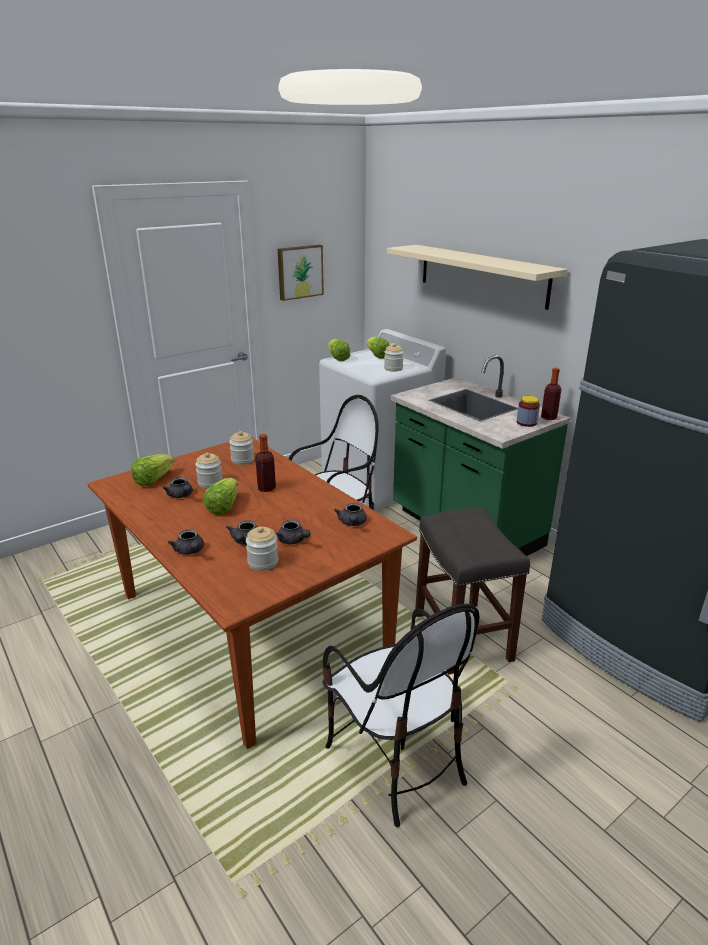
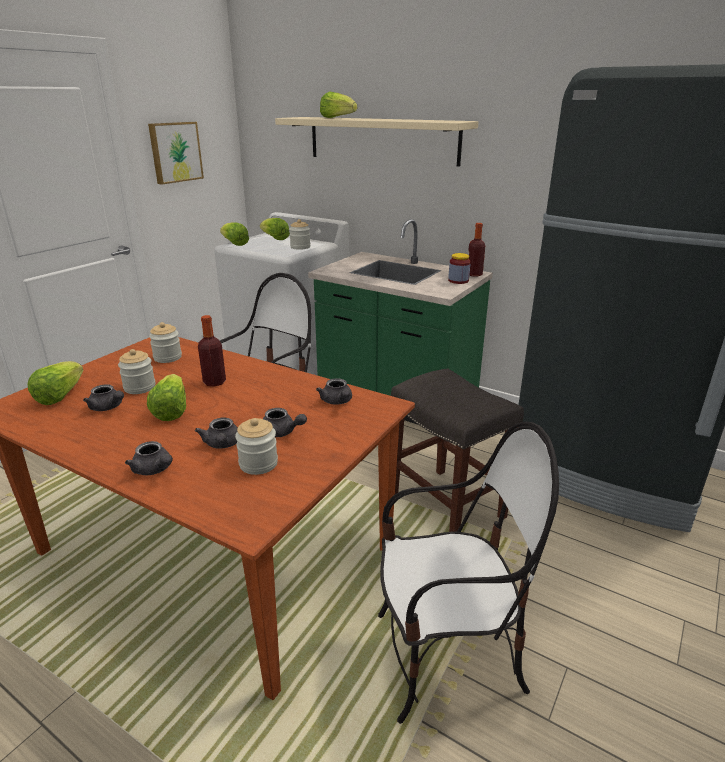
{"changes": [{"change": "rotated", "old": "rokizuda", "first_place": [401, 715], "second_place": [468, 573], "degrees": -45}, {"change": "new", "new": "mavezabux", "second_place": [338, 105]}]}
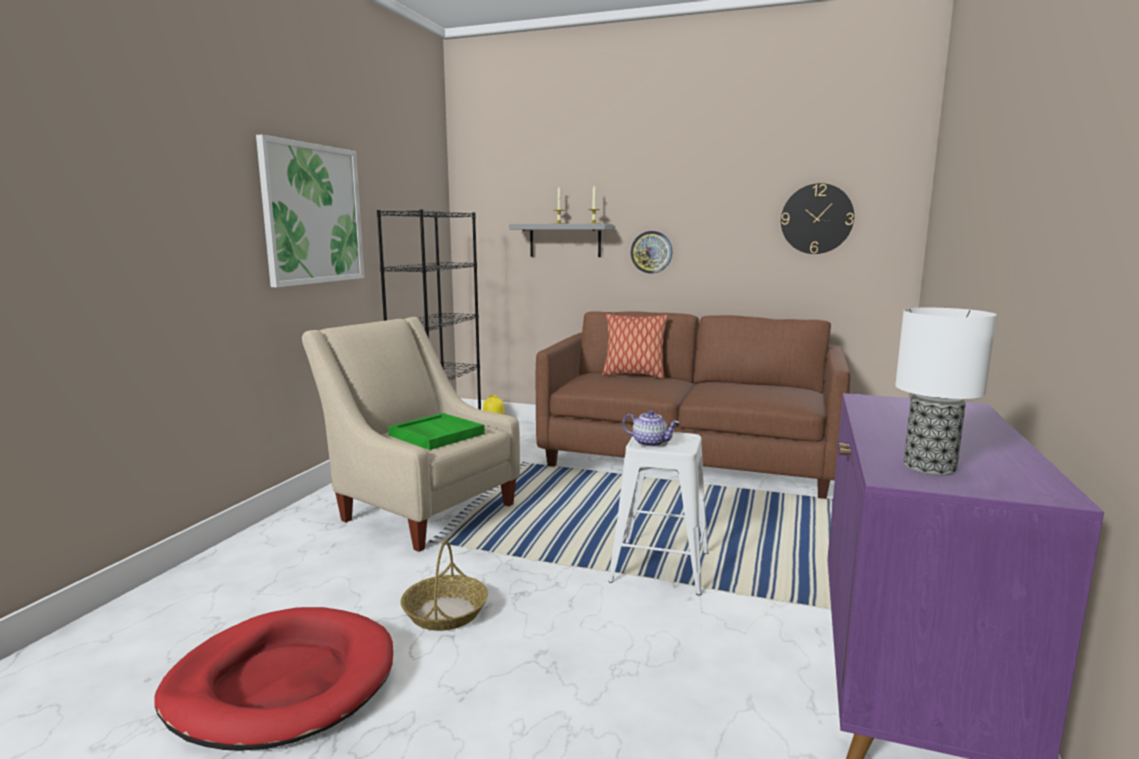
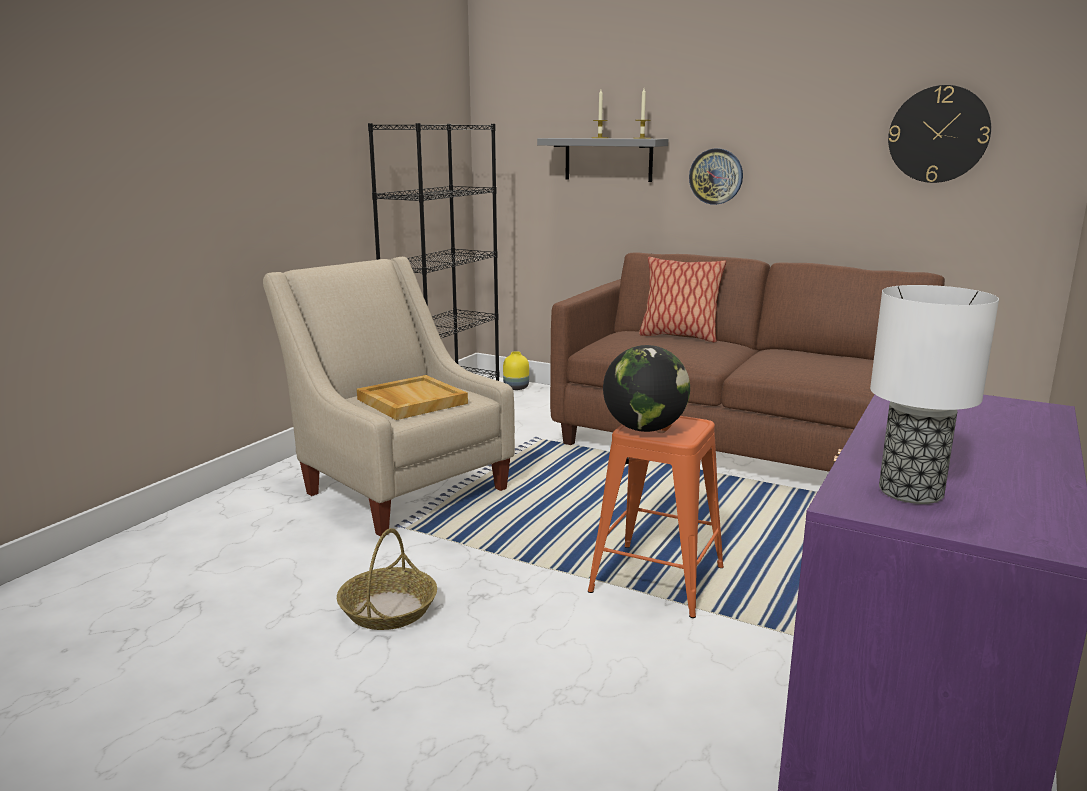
{"changes": [{"change": "gone", "old": "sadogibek", "first_place": [310, 211]}, {"change": "swapped", "old": "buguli", "new": "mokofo", "first_place": [651, 428], "second_place": [646, 388]}, {"change": "repainted", "old": "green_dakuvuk", "new": "beige_dakuvuk", "first_place": [436, 431], "second_place": [412, 397]}, {"change": "repainted", "old": "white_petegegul", "new": "orange_petegegul", "first_place": [658, 513], "second_place": [656, 517]}, {"change": "gone", "old": "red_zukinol", "first_place": [273, 679]}]}
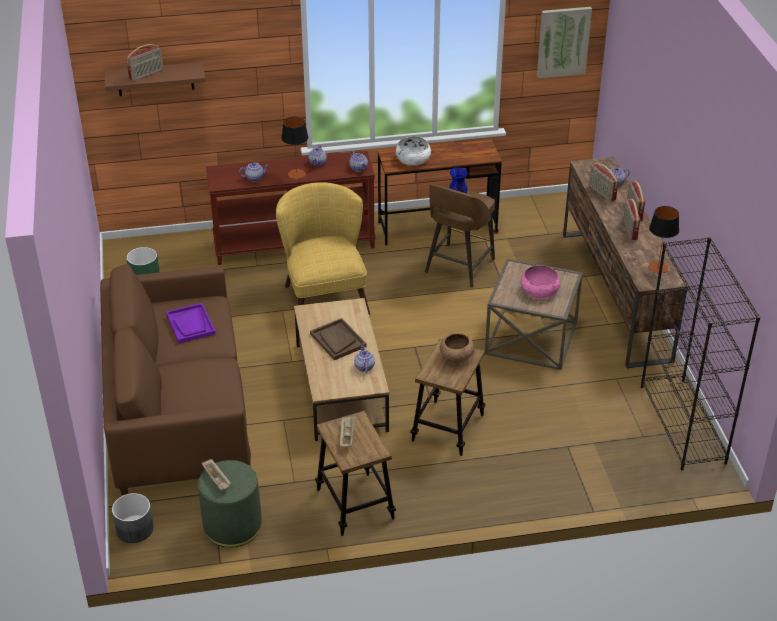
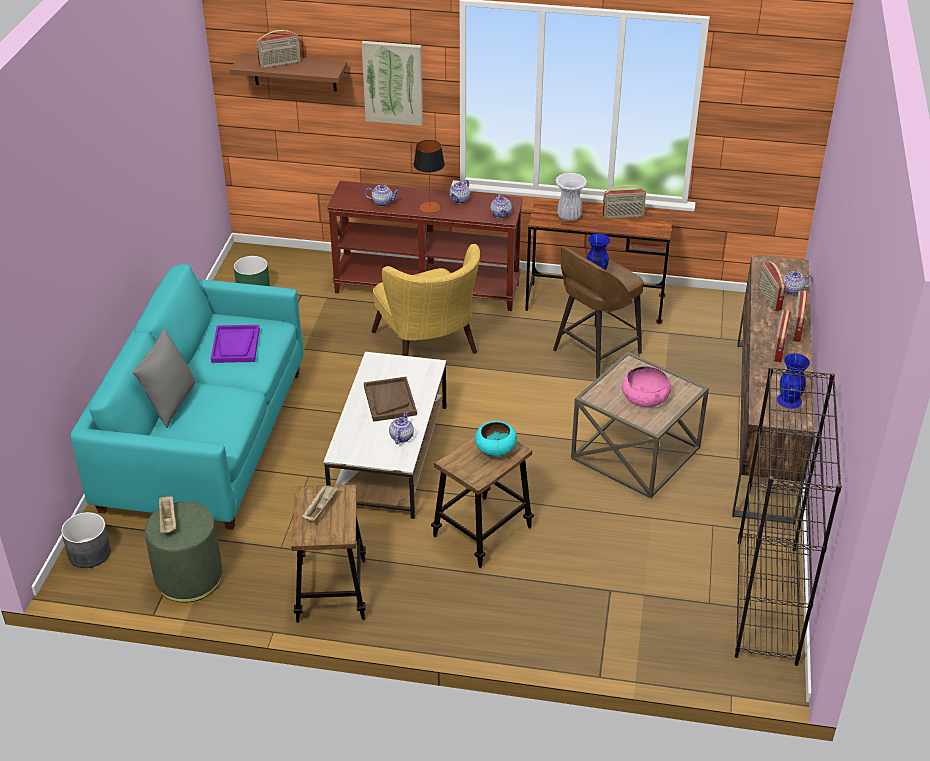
{"changes": [{"change": "shifted", "old": "sadogibek", "first_place": [564, 42], "second_place": [392, 83]}, {"change": "swapped", "old": "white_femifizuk", "new": "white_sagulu", "first_place": [413, 150], "second_place": [571, 197]}, {"change": "rotated", "old": "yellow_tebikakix", "first_place": [323, 248], "second_place": [425, 300], "degrees": 150}, {"change": "swapped", "old": "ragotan", "new": "blue_sagulu", "first_place": [663, 239], "second_place": [793, 381]}, {"change": "repainted", "old": "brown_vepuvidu", "new": "turquoise_vepuvidu", "first_place": [175, 379], "second_place": [187, 397]}, {"change": "repainted", "old": "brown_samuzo", "new": "white_samuzo", "first_place": [341, 369], "second_place": [385, 435]}, {"change": "repainted", "old": "brown_femifizuk", "new": "turquoise_femifizuk", "first_place": [457, 348], "second_place": [496, 439]}, {"change": "new", "new": "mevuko", "second_place": [624, 202]}, {"change": "new", "new": "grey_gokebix", "second_place": [163, 379]}]}
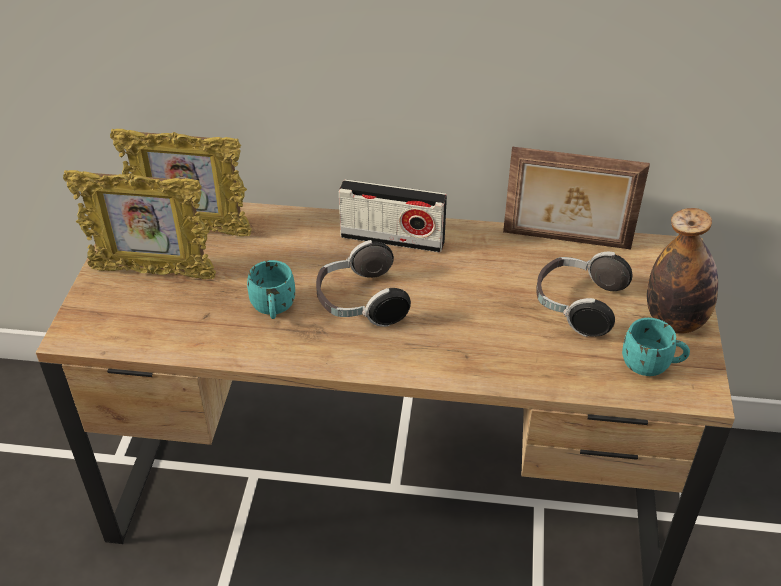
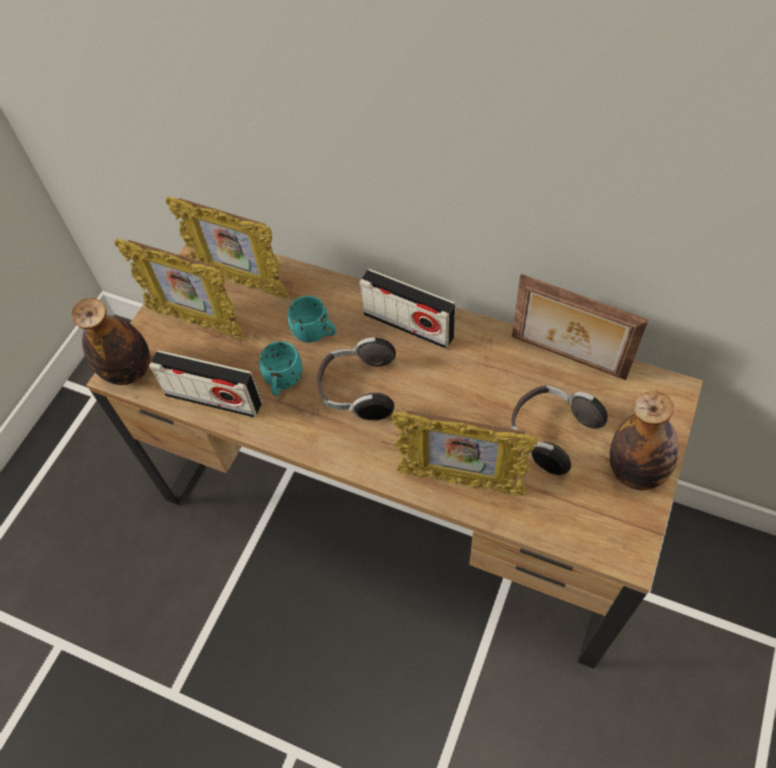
{"changes": [{"change": "shifted", "old": "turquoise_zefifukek", "first_place": [656, 347], "second_place": [312, 319]}, {"change": "new", "new": "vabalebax", "second_place": [111, 341]}, {"change": "new", "new": "mevuko", "second_place": [205, 384]}, {"change": "new", "new": "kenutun", "second_place": [465, 453]}]}
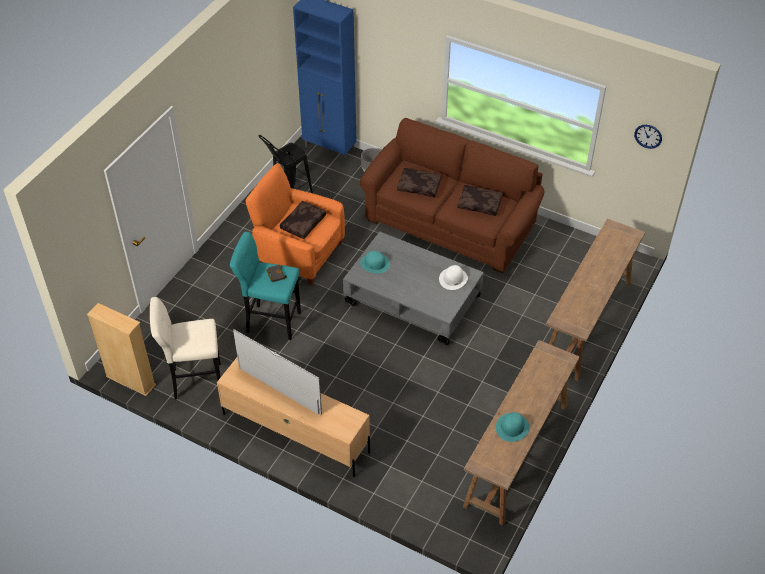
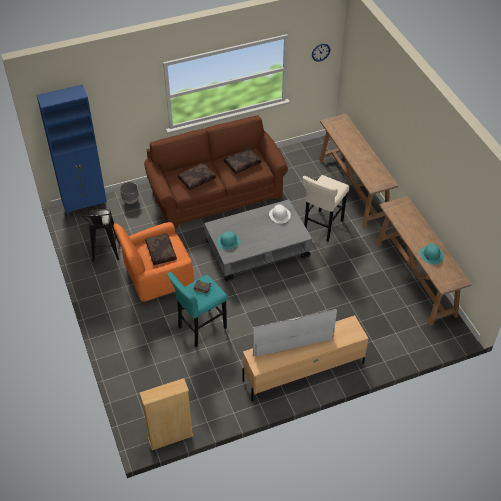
{"changes": [{"change": "shifted", "old": "beige_petegegul", "first_place": [185, 348], "second_place": [325, 208]}]}
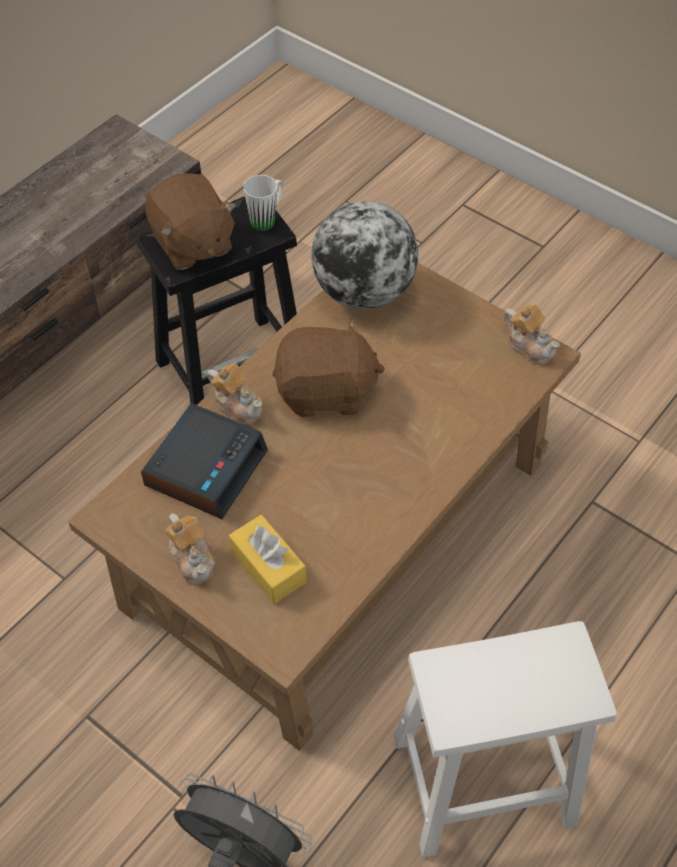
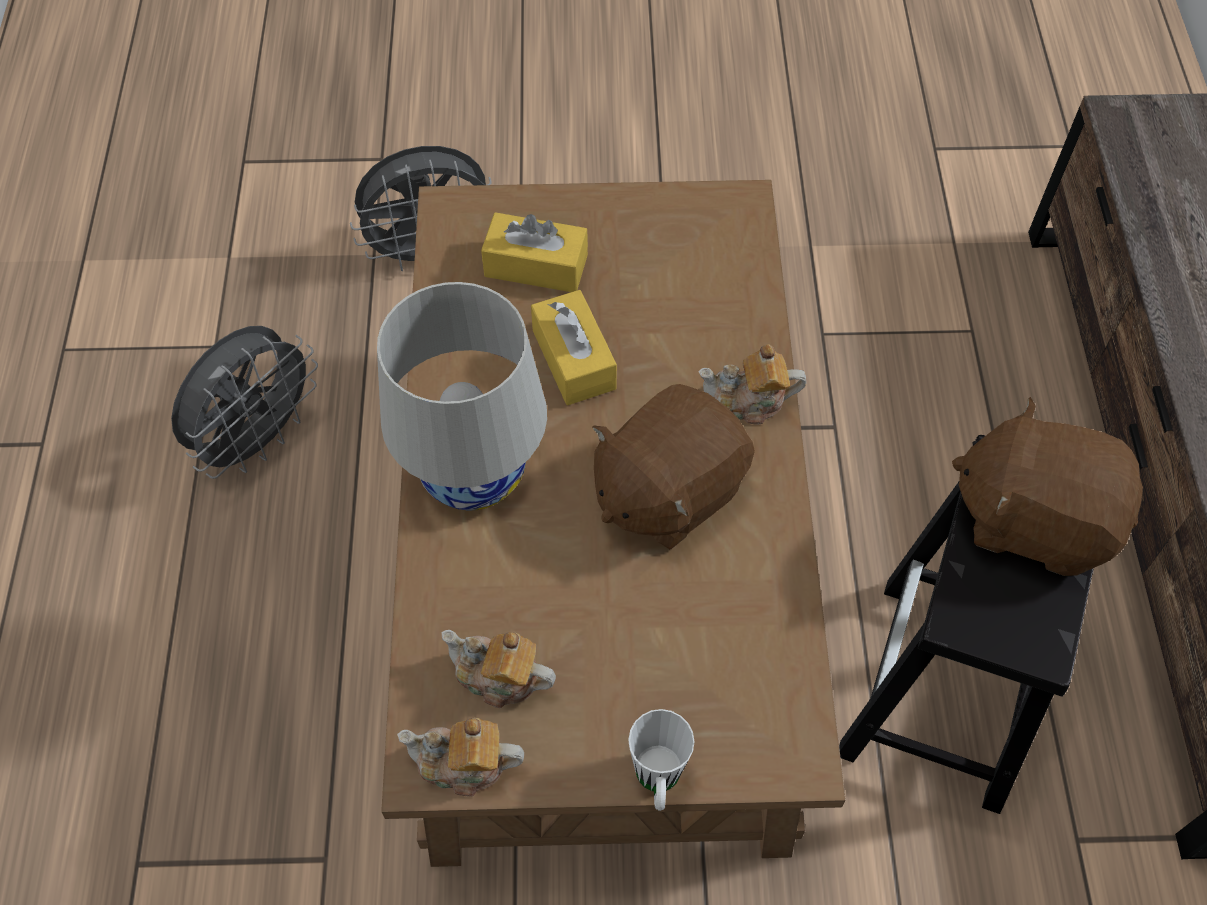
{"changes": [{"change": "shifted", "old": "white_zefifukek", "first_place": [263, 203], "second_place": [661, 760]}, {"change": "gone", "old": "mokofo", "first_place": [364, 255]}, {"change": "gone", "old": "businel", "first_place": [204, 461]}, {"change": "shifted", "old": "buguli", "first_place": [190, 549], "second_place": [498, 669]}, {"change": "swapped", "old": "white_petegegul", "new": "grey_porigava", "first_place": [505, 739], "second_place": [244, 402]}, {"change": "new", "new": "white_ragotan", "second_place": [462, 396]}, {"change": "new", "new": "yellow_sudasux", "second_place": [574, 347]}]}
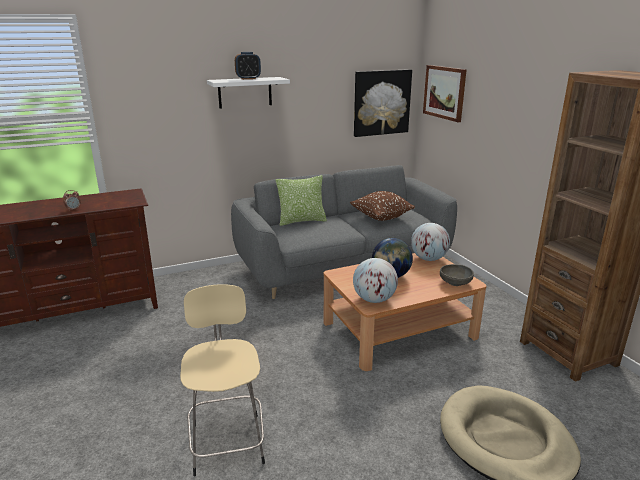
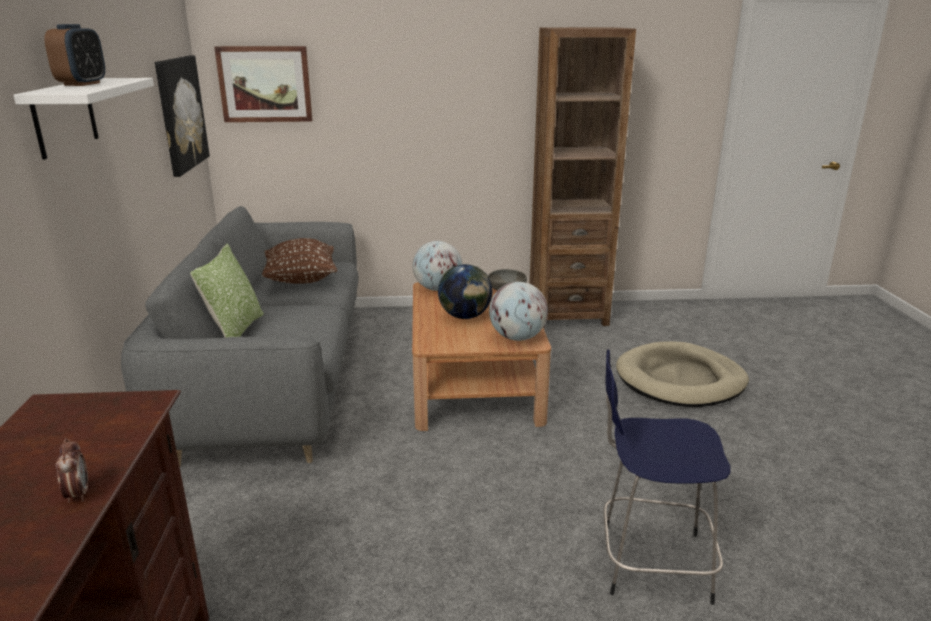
{"changes": [{"change": "repainted", "old": "beige_petegegul", "new": "blue_petegegul", "first_place": [222, 380], "second_place": [667, 477]}]}
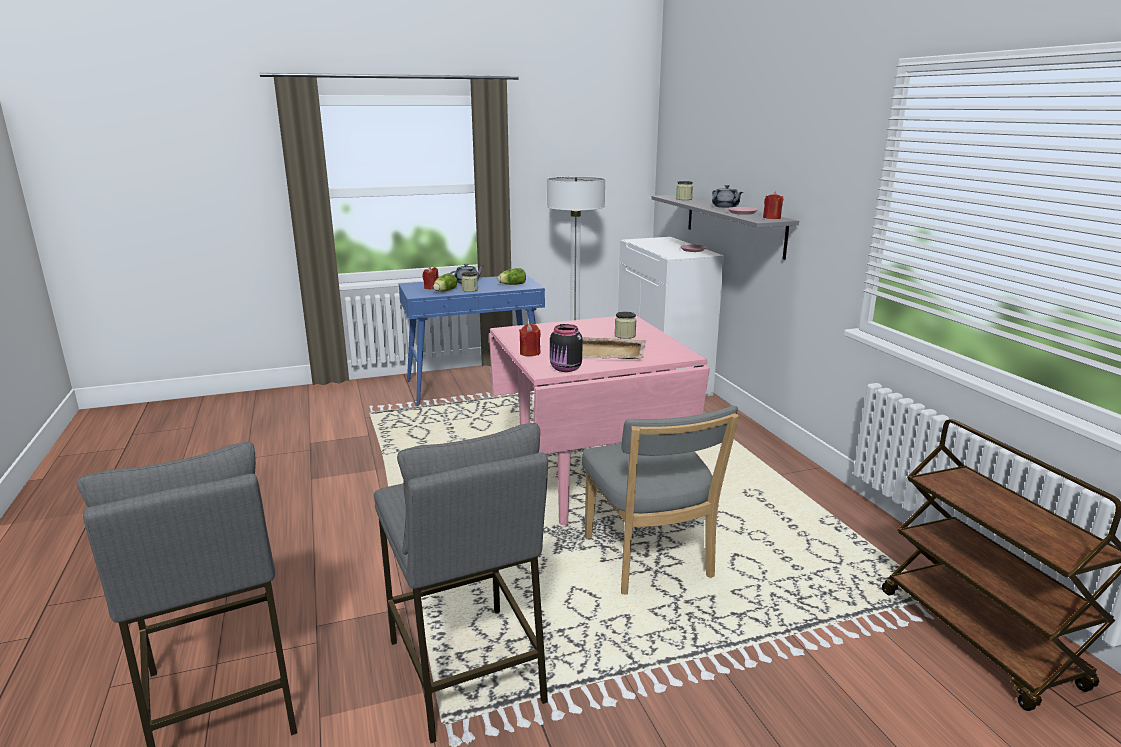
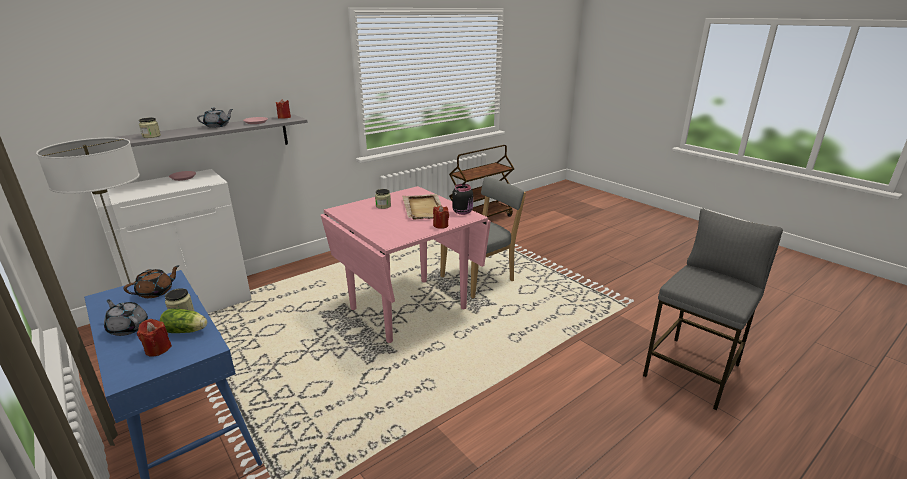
{"changes": [{"change": "swapped", "old": "mavezabux", "new": "brown_buguli", "first_place": [511, 276], "second_place": [151, 281]}, {"change": "gone", "old": "grey_petegegul", "first_place": [461, 583]}]}
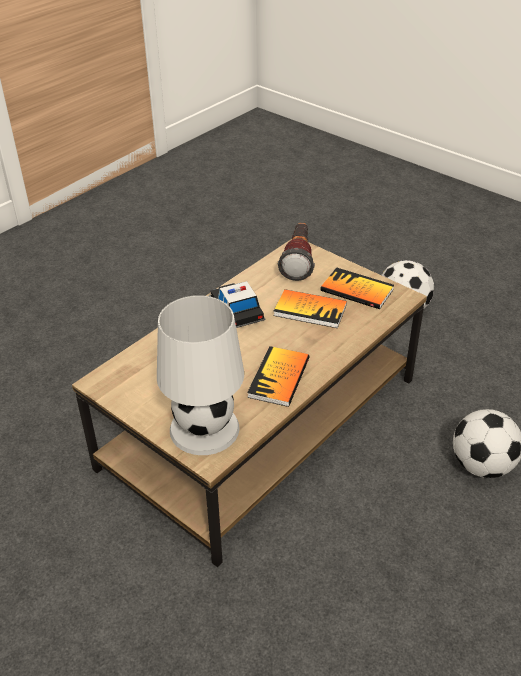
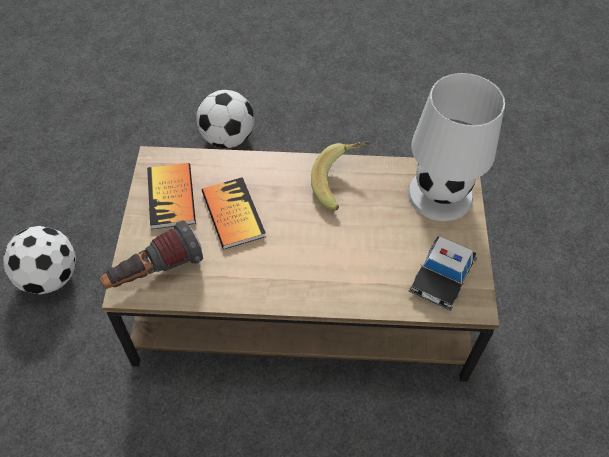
{"changes": [{"change": "shifted", "old": "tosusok", "first_place": [237, 304], "second_place": [443, 273]}, {"change": "swapped", "old": "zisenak", "new": "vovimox", "first_place": [278, 376], "second_place": [340, 176]}]}
